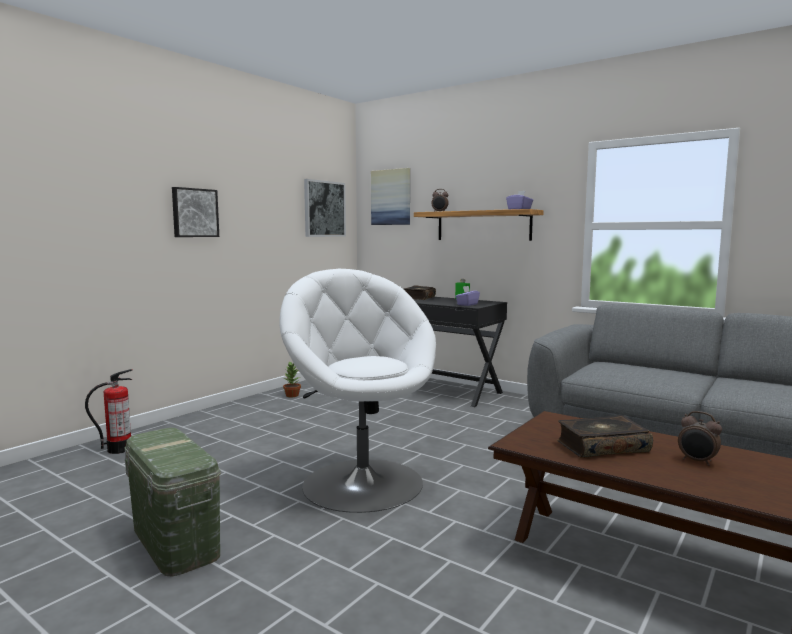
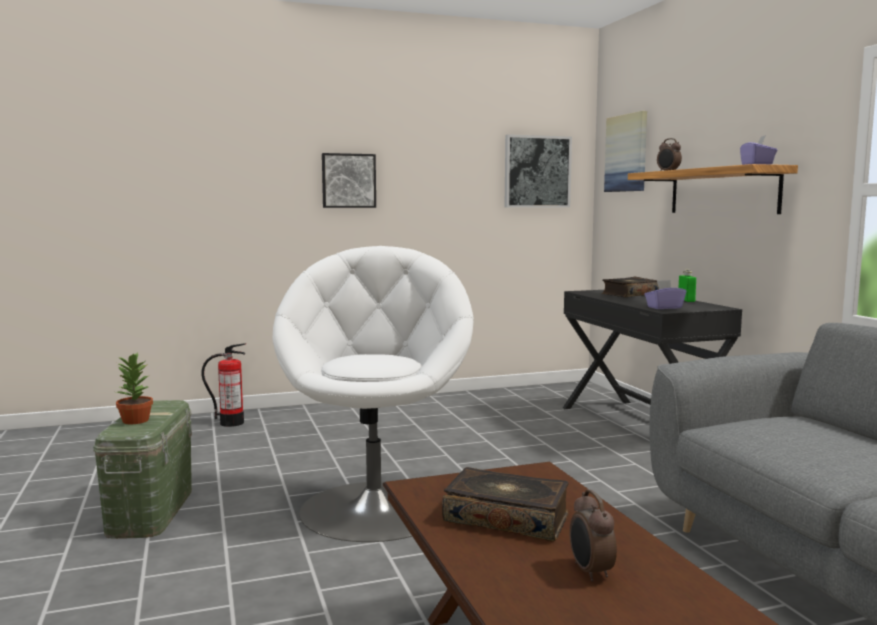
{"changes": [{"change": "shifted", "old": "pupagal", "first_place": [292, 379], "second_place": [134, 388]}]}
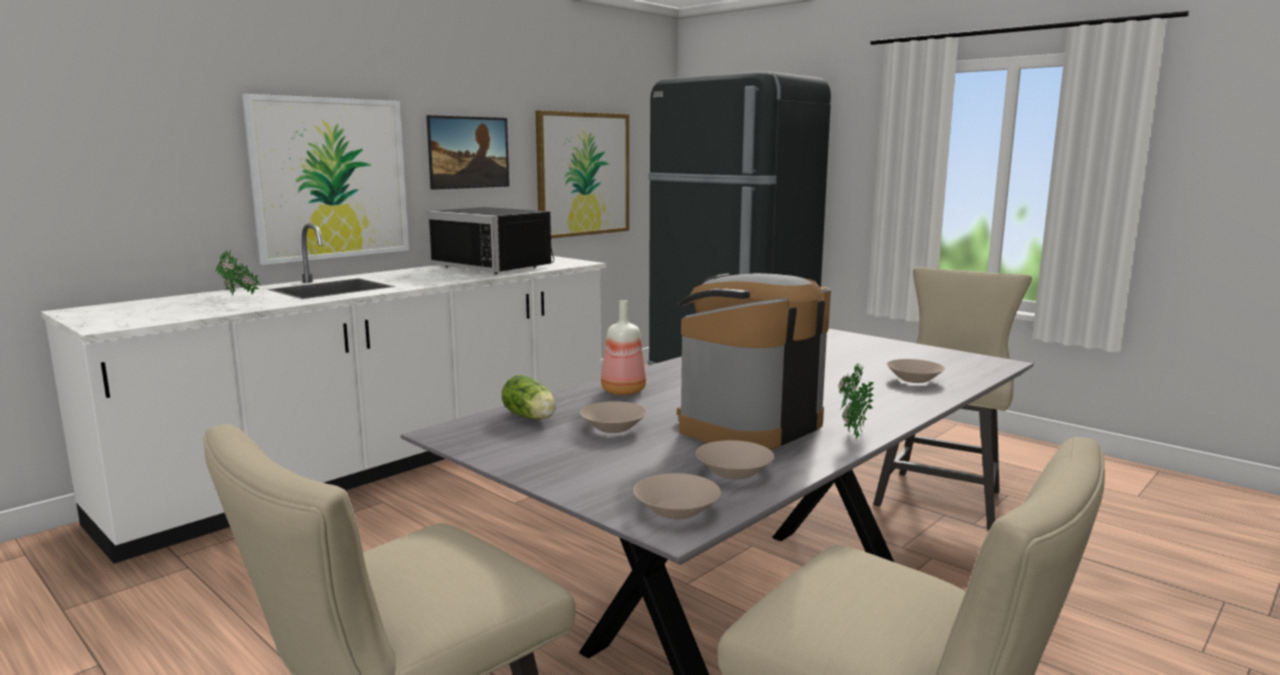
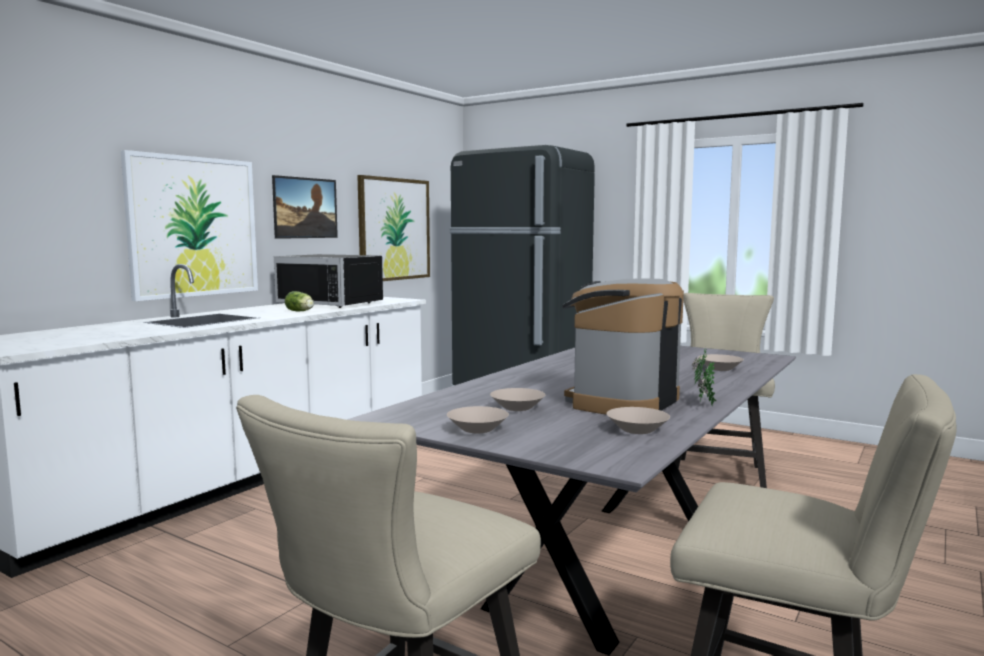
{"changes": [{"change": "gone", "old": "pupagal", "first_place": [238, 273]}, {"change": "gone", "old": "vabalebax", "first_place": [623, 347]}, {"change": "shifted", "old": "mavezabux", "first_place": [529, 397], "second_place": [299, 301]}, {"change": "shifted", "old": "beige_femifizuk", "first_place": [677, 496], "second_place": [478, 419]}]}
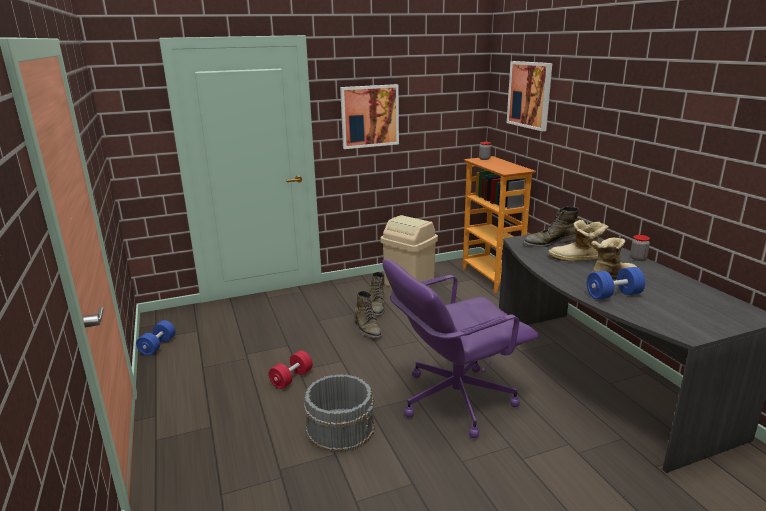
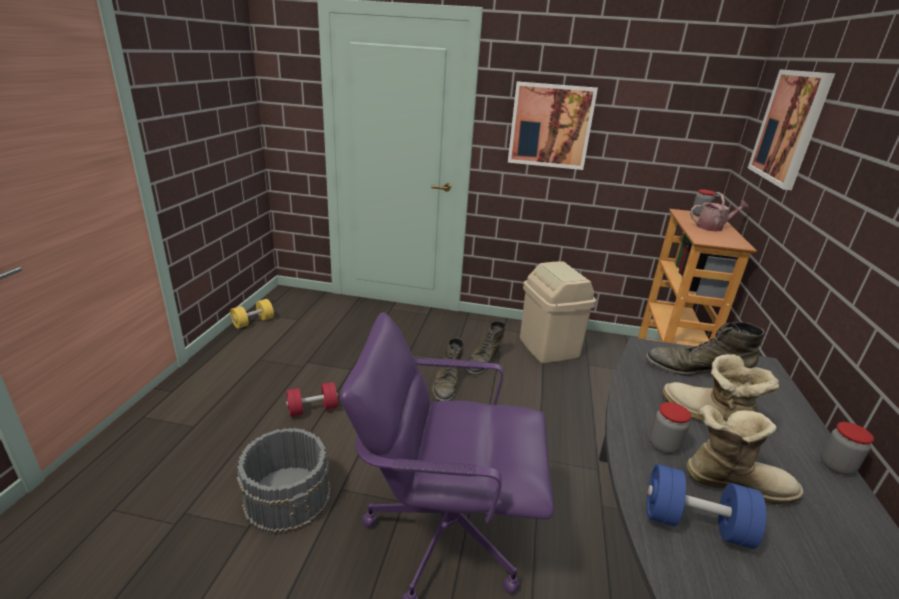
{"changes": [{"change": "repainted", "old": "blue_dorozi", "new": "yellow_dorozi", "first_place": [156, 338], "second_place": [252, 314]}, {"change": "new", "new": "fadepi", "second_place": [719, 212]}, {"change": "new", "new": "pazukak", "second_place": [670, 428]}]}
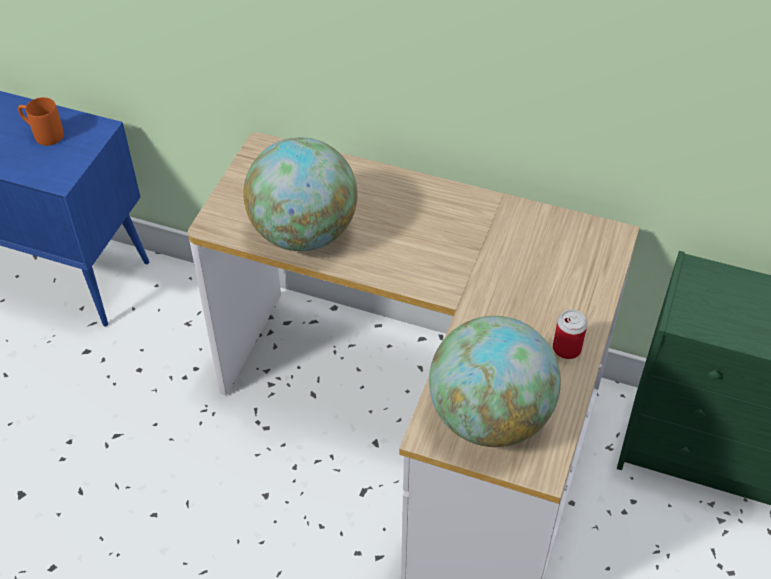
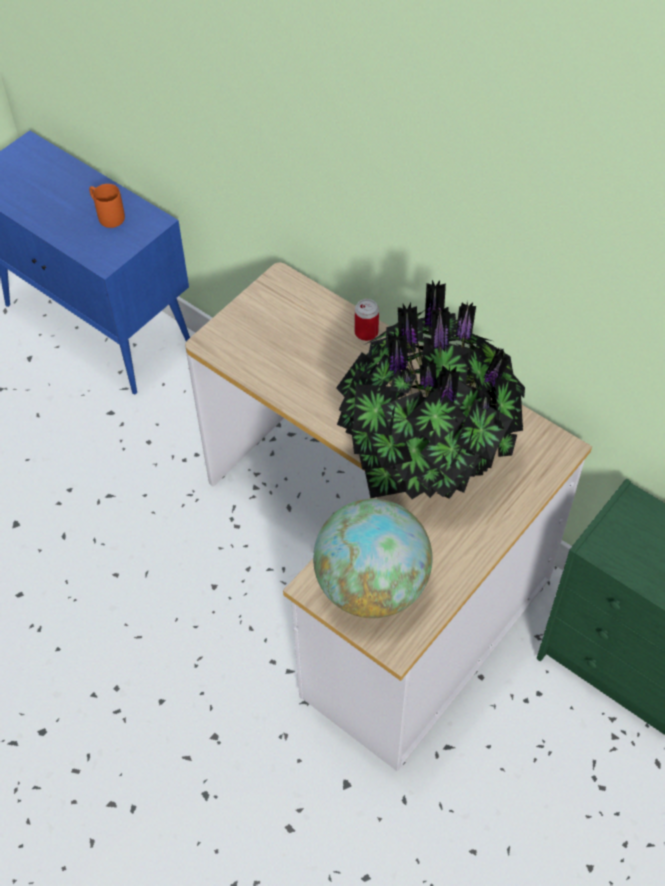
{"changes": [{"change": "gone", "old": "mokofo", "first_place": [300, 194]}, {"change": "shifted", "old": "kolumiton", "first_place": [570, 334], "second_place": [366, 320]}, {"change": "new", "new": "pupagal", "second_place": [430, 389]}]}
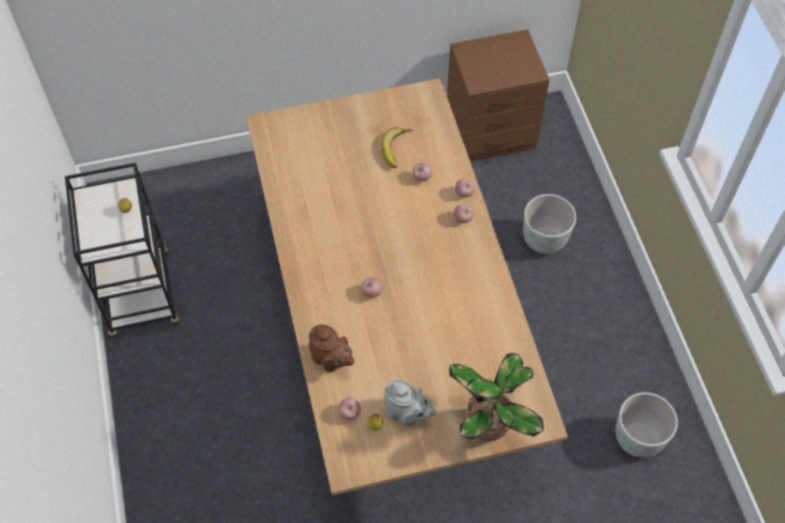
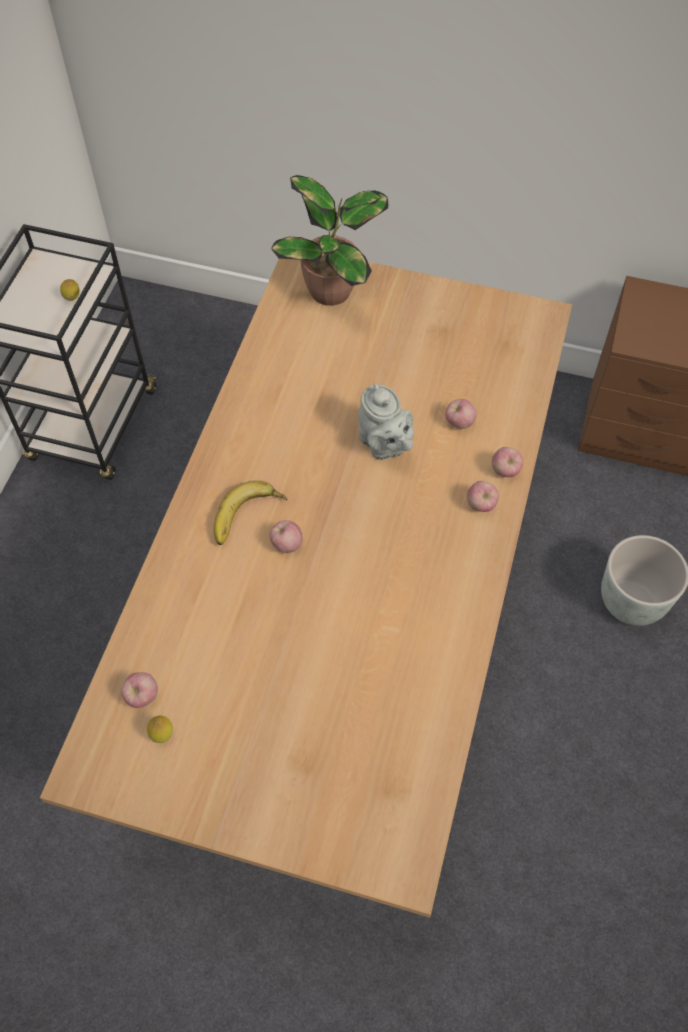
{"changes": [{"change": "shifted", "old": "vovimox", "first_place": [396, 147], "second_place": [250, 512]}, {"change": "gone", "old": "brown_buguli", "first_place": [332, 348]}, {"change": "shifted", "old": "pupagal", "first_place": [496, 397], "second_place": [329, 240]}, {"change": "shifted", "old": "grey_buguli", "first_place": [410, 402], "second_place": [386, 422]}, {"change": "gone", "old": "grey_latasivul", "first_place": [647, 425]}]}
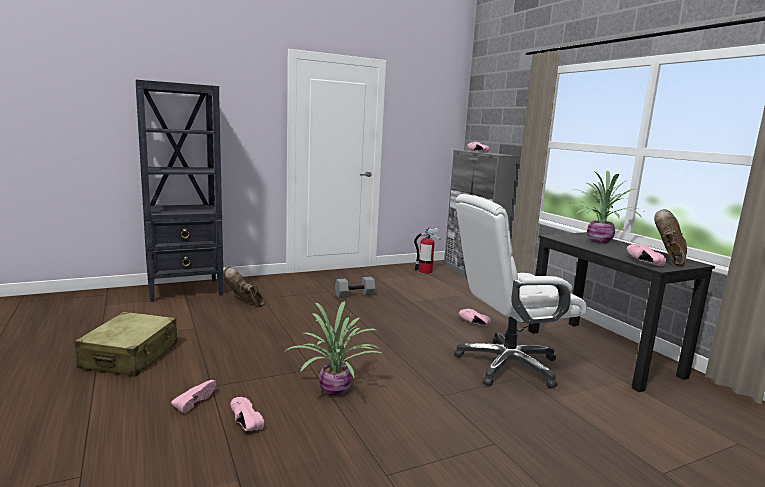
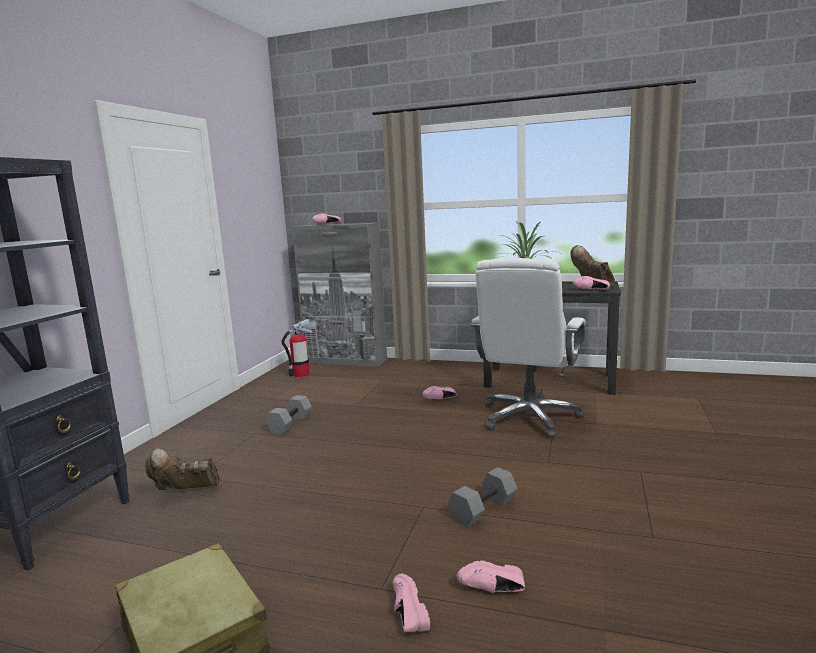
{"changes": [{"change": "swapped", "old": "pupagal", "new": "grey_dorozi", "first_place": [334, 348], "second_place": [482, 497]}]}
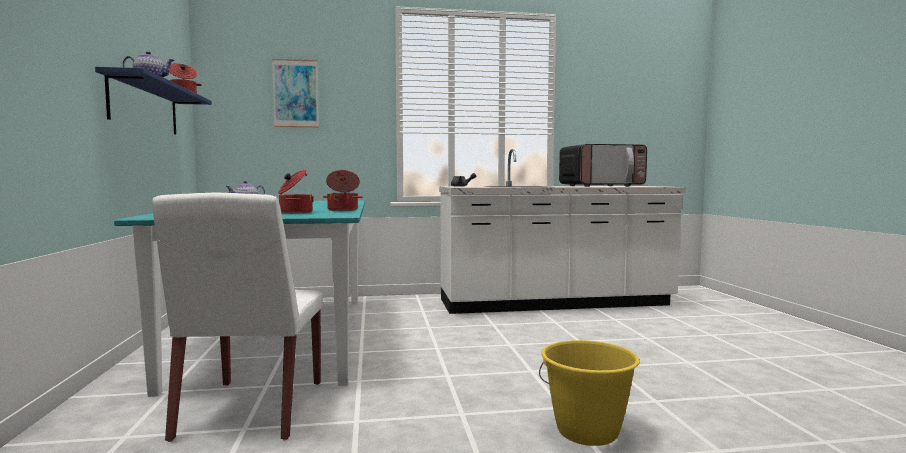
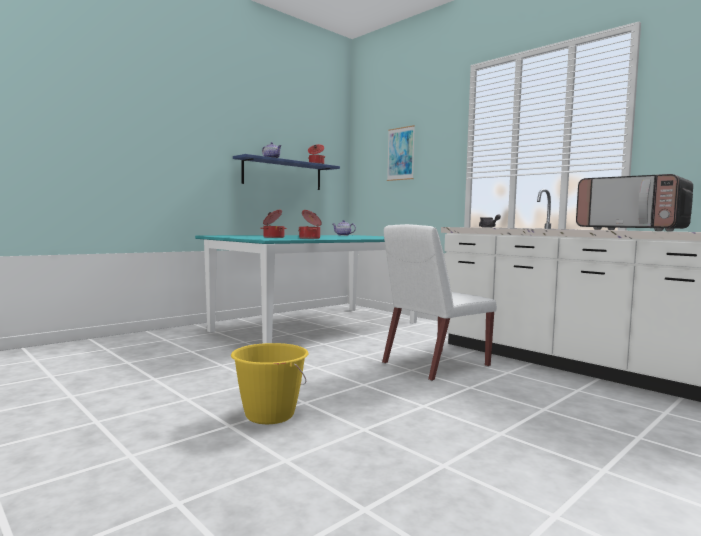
{"changes": [{"change": "shifted", "old": "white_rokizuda", "first_place": [237, 317], "second_place": [439, 302]}]}
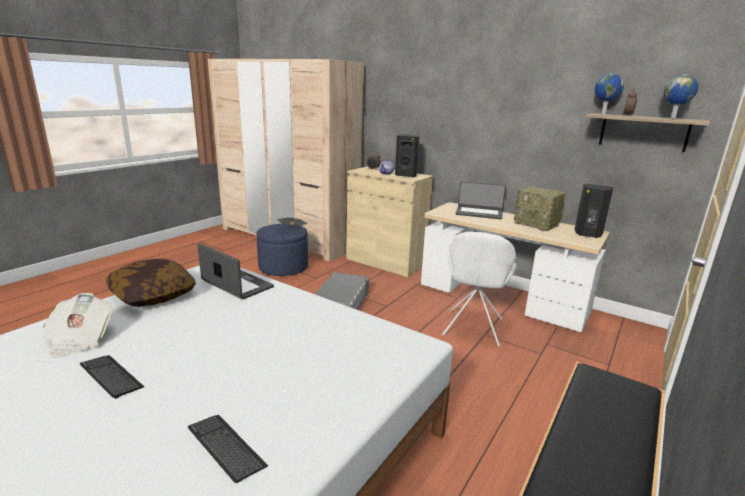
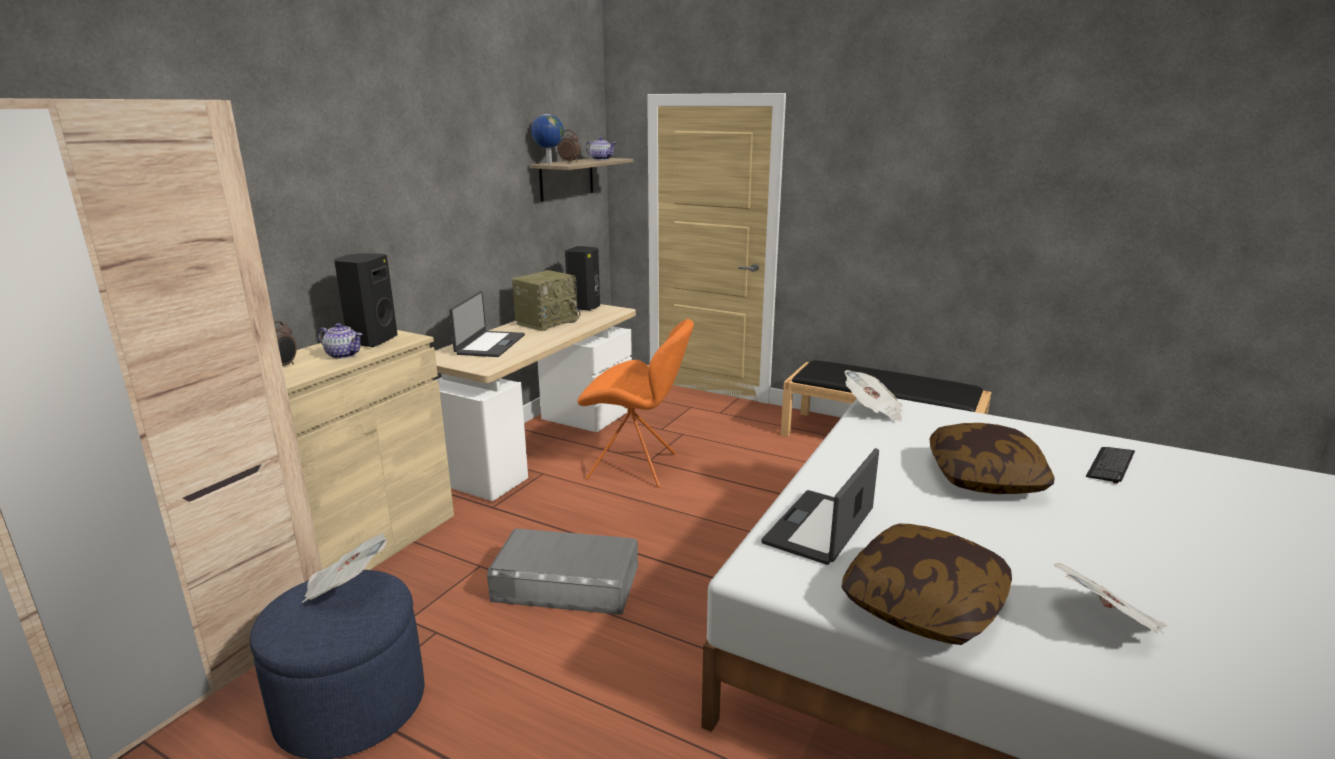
{"changes": [{"change": "swapped", "old": "mokofo", "new": "buguli", "first_place": [680, 96], "second_place": [601, 148]}, {"change": "repainted", "old": "white_rokizuda", "new": "orange_rokizuda", "first_place": [479, 289], "second_place": [635, 403]}, {"change": "gone", "old": "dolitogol", "first_place": [112, 377]}, {"change": "new", "new": "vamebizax", "second_place": [874, 395]}, {"change": "new", "new": "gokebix", "second_place": [992, 458]}]}
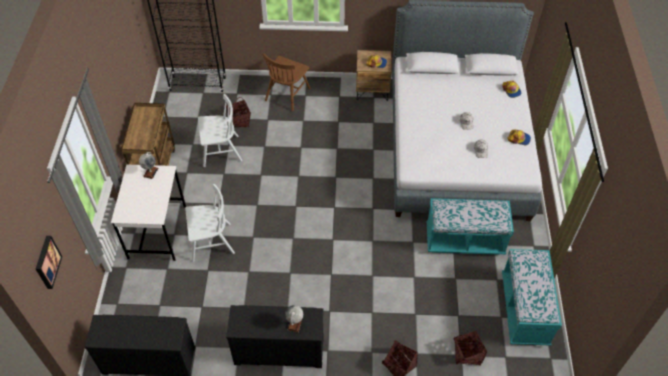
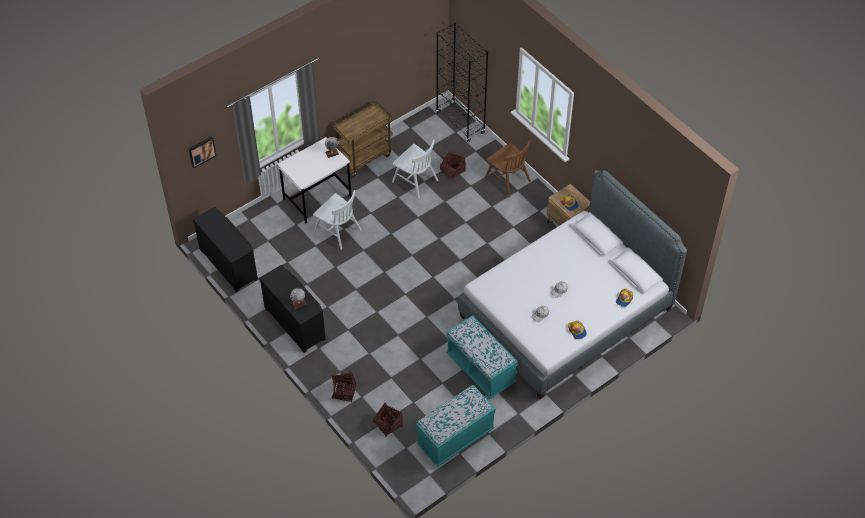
{"changes": [{"change": "rotated", "old": "brown_rokizuda", "first_place": [287, 82], "second_place": [507, 168], "degrees": -120}]}
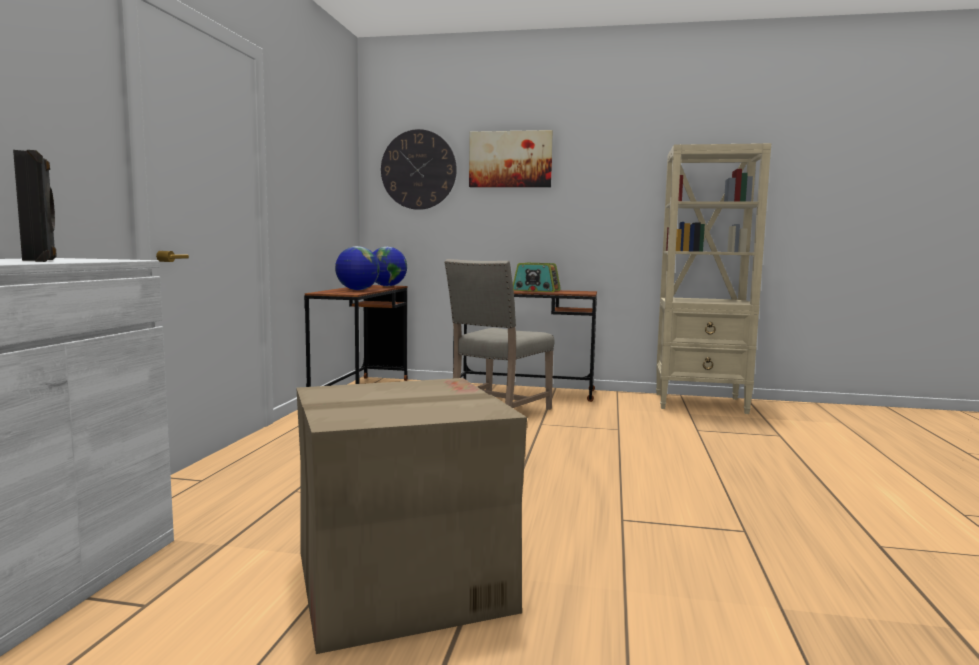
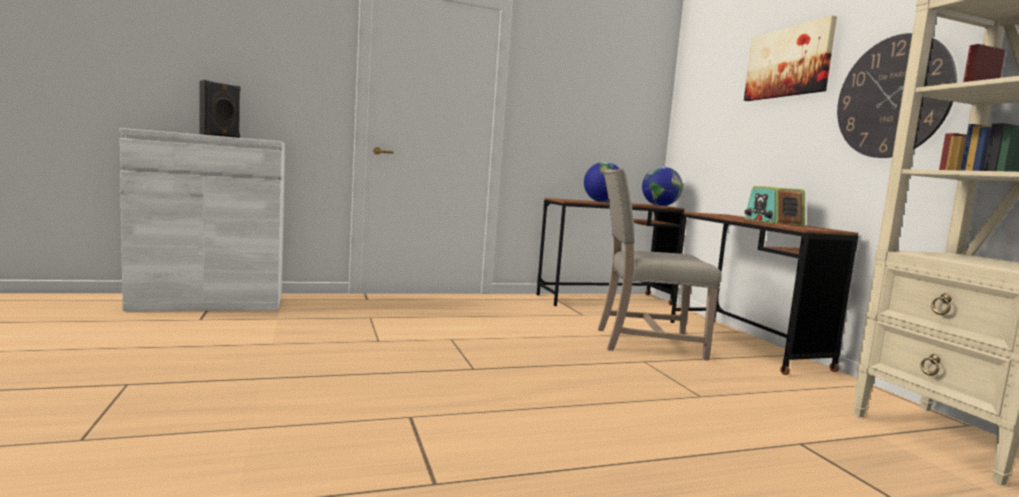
{"changes": [{"change": "shifted", "old": "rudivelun", "first_place": [419, 169], "second_place": [897, 95]}, {"change": "gone", "old": "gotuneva", "first_place": [411, 516]}]}
